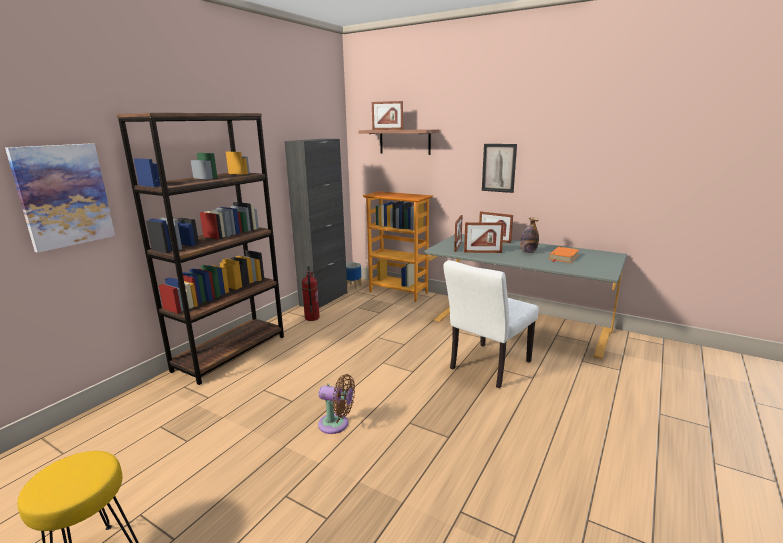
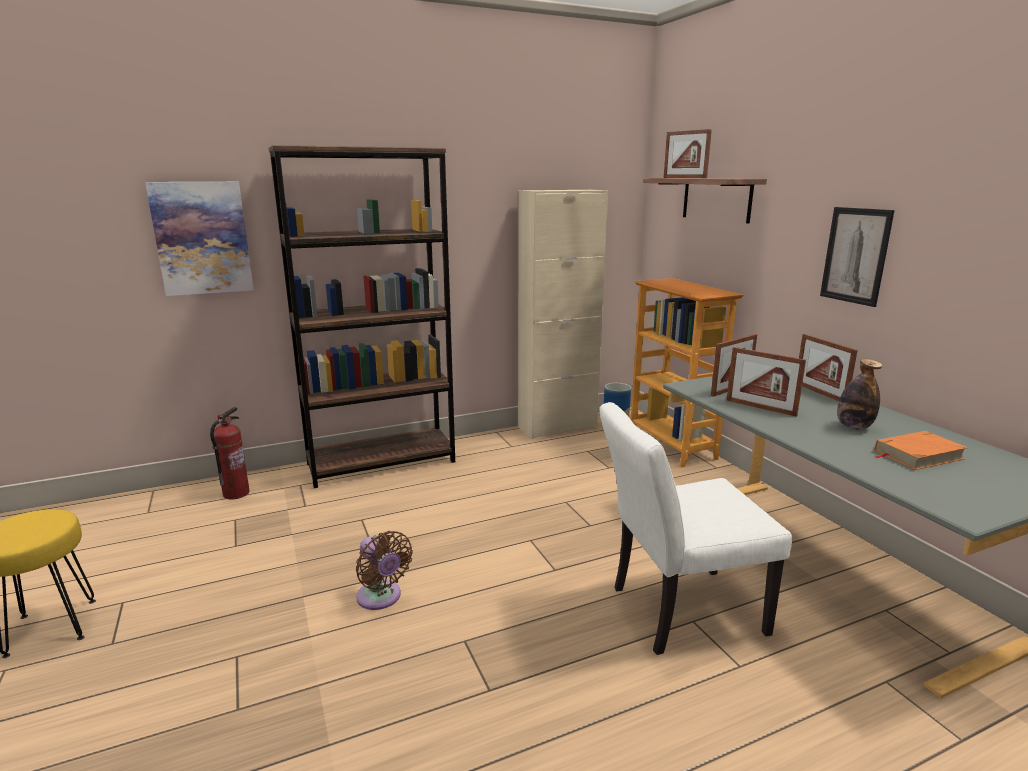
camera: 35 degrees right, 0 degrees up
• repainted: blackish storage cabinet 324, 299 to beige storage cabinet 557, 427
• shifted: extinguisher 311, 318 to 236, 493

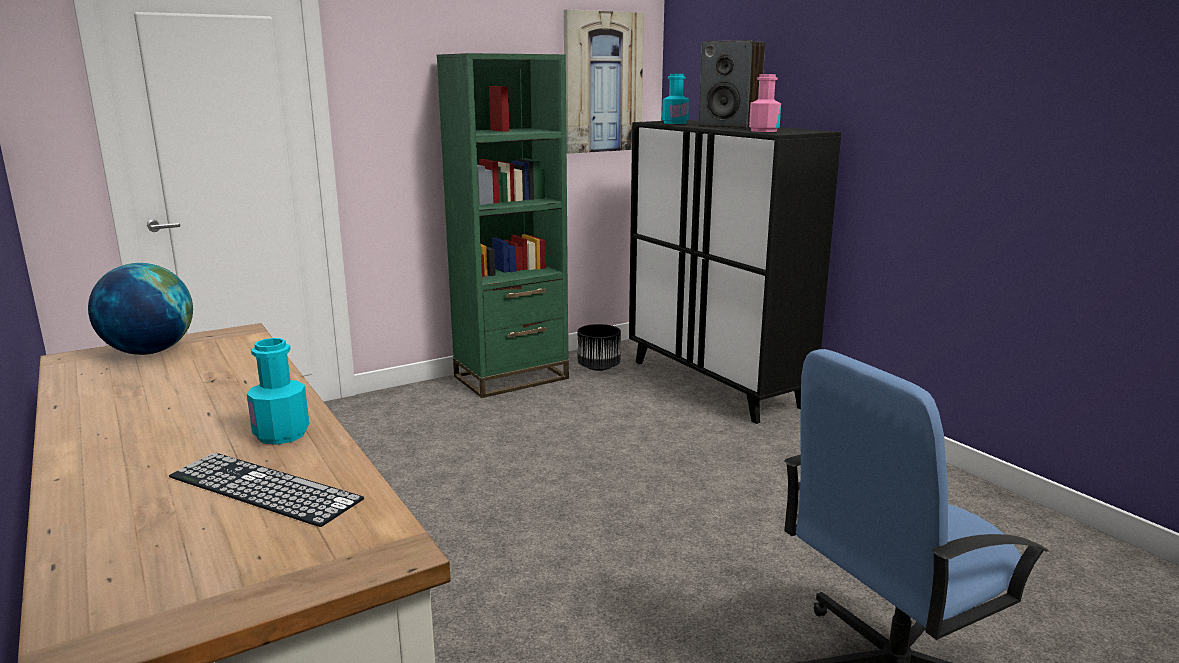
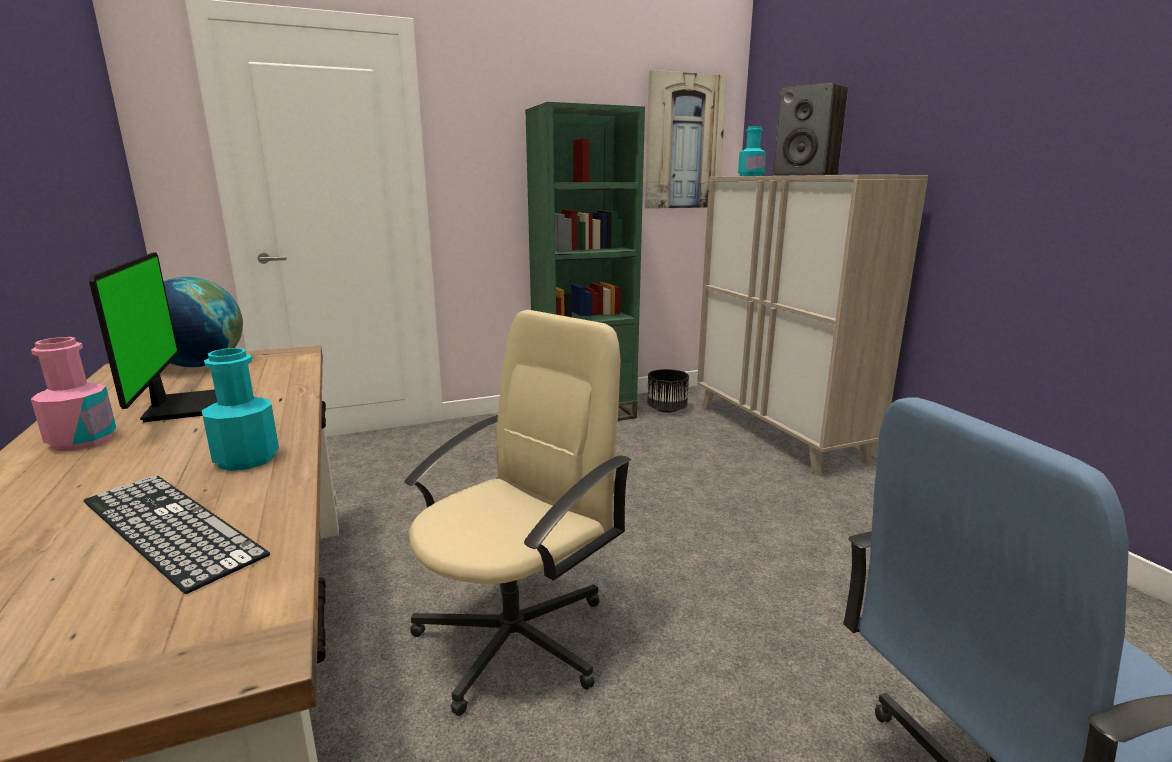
camera: 10 degrees right, 0 degrees up
• shifted: pink-coloured bottle 764, 131 to 82, 441
• repainted: blackish storage cabinet 715, 384 to beige storage cabinet 778, 432
• new: computer display 186, 406
• new: beige desk chair 516, 637

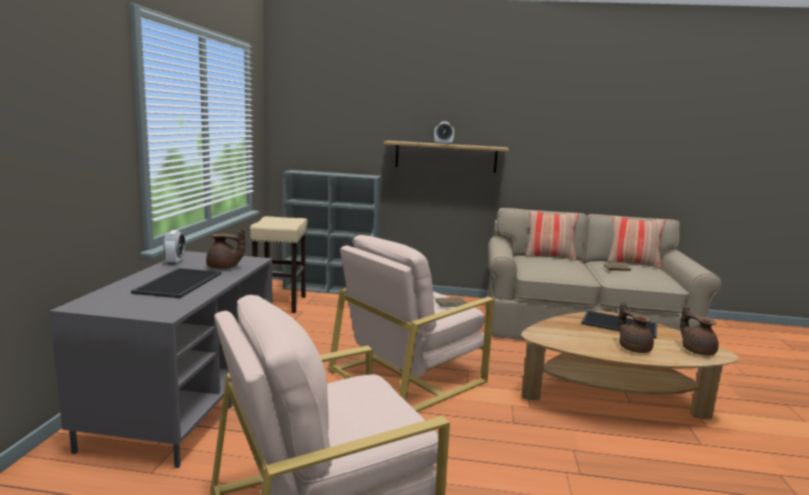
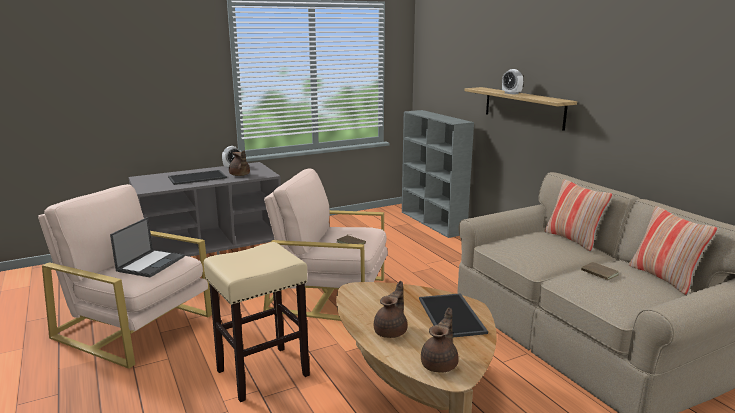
camera: 55 degrees right, 5 degrees up
• shifted: beige stool seat 280, 304 to 262, 373
• new: laptop 151, 263

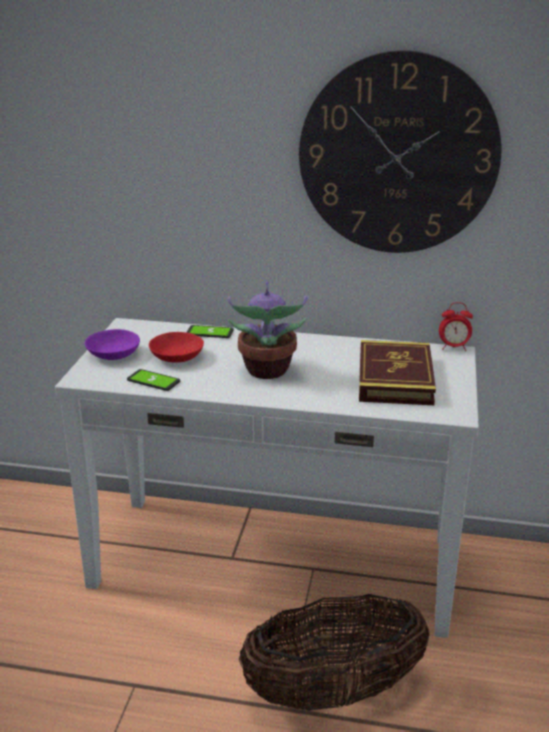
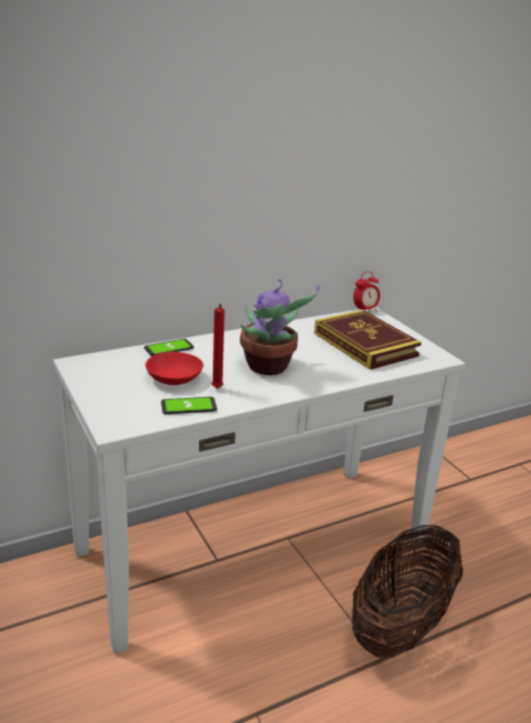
camera: 40 degrees left, 0 degrees up
• gone: hanging clock 398, 155
• gone: purple-coloured deep dish 112, 354
• new: red candle 217, 389

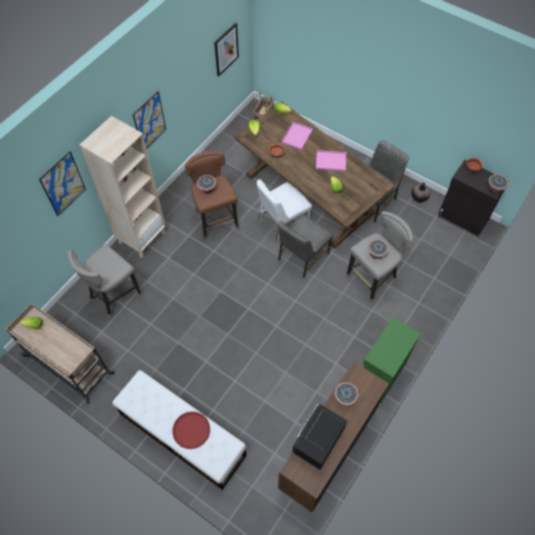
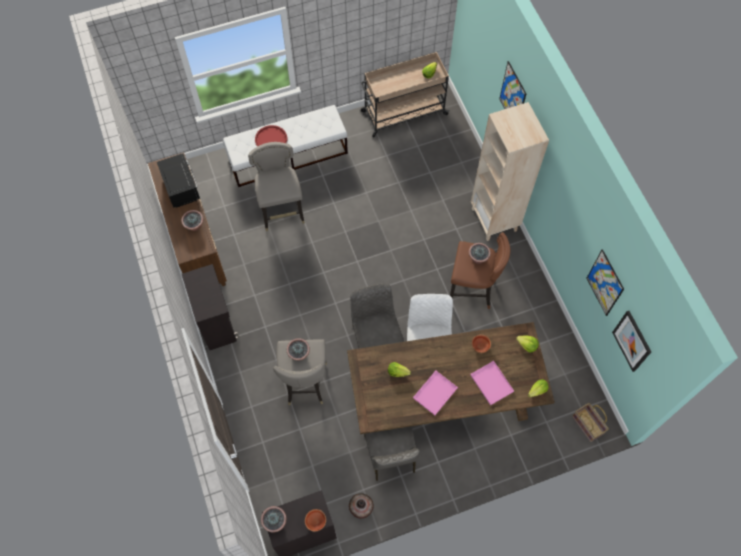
camera: 125 degrees right, 5 degrees up
• shifted: wall art 149, 122 to 605, 283
• shifted: grey stool seat 114, 297 to 282, 210
• repainted: green storage cabinet 380, 375 to blackish storage cabinet 217, 322

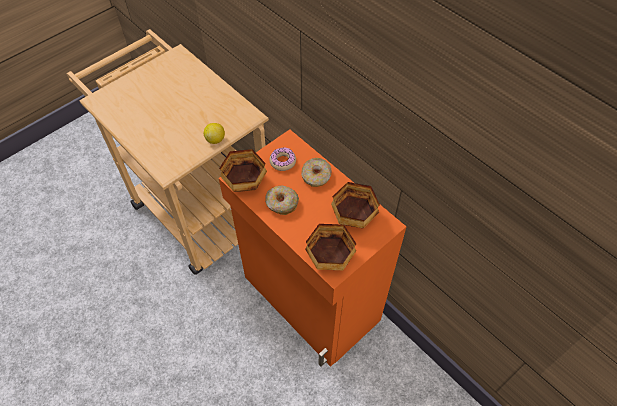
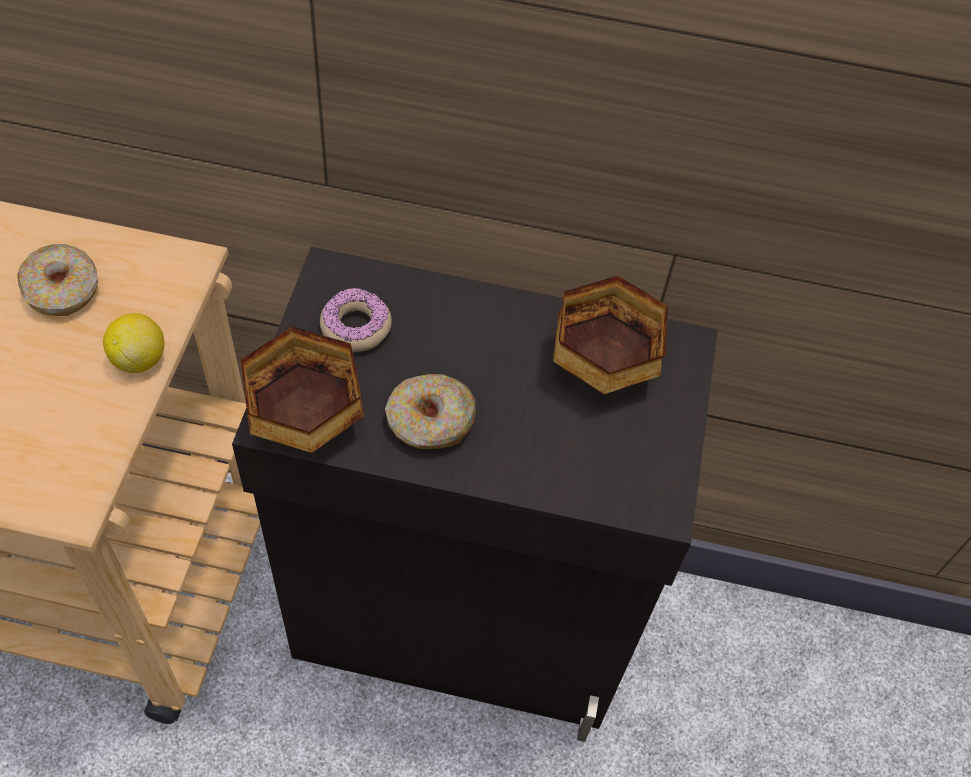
camera: 40 degrees left, 0 degrees up
• repainted: orange-coloured storage cabinet 310, 300 to blackish storage cabinet 464, 621
• shifted: doughnut 316, 176 to 63, 290
• gone: deep dish 329, 256

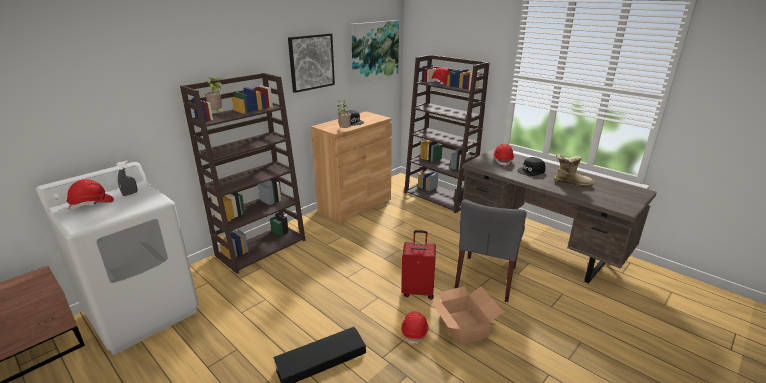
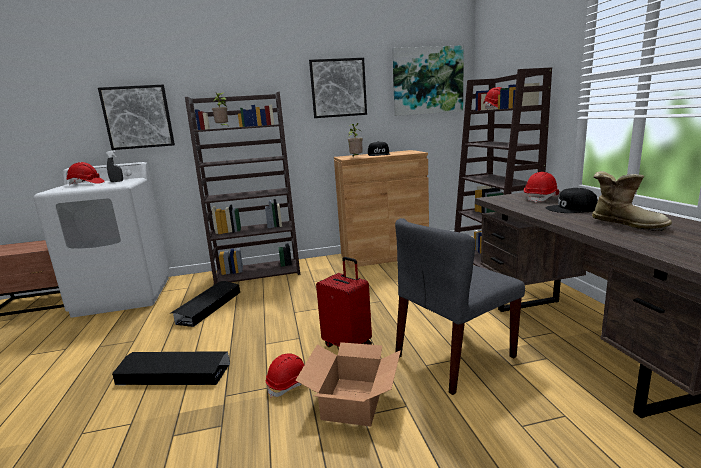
camera: 35 degrees right, 10 degrees down
• new: wall art 138, 117
• new: blackish storage container 208, 307

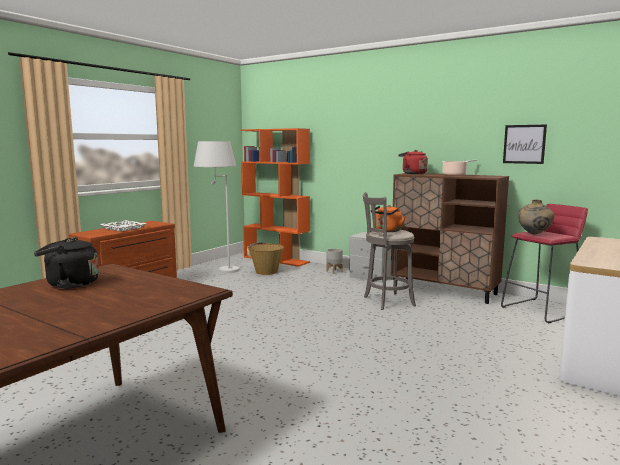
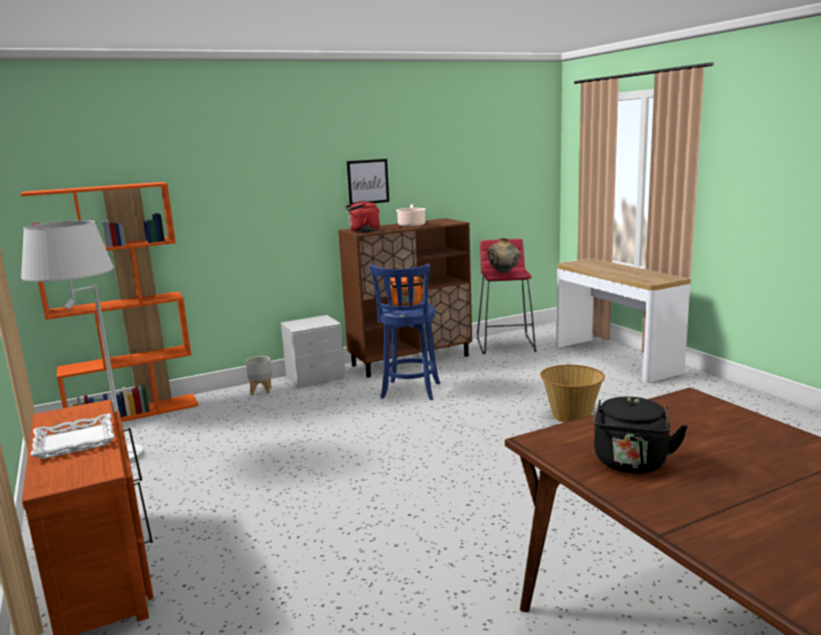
camera: 60 degrees left, 5 degrees up
• shifted: wall art 524, 144 to 368, 182
• repainted: grey stool seat 386, 301 to bluish stool seat 410, 392
• shifted: storage basket 266, 272 to 571, 416

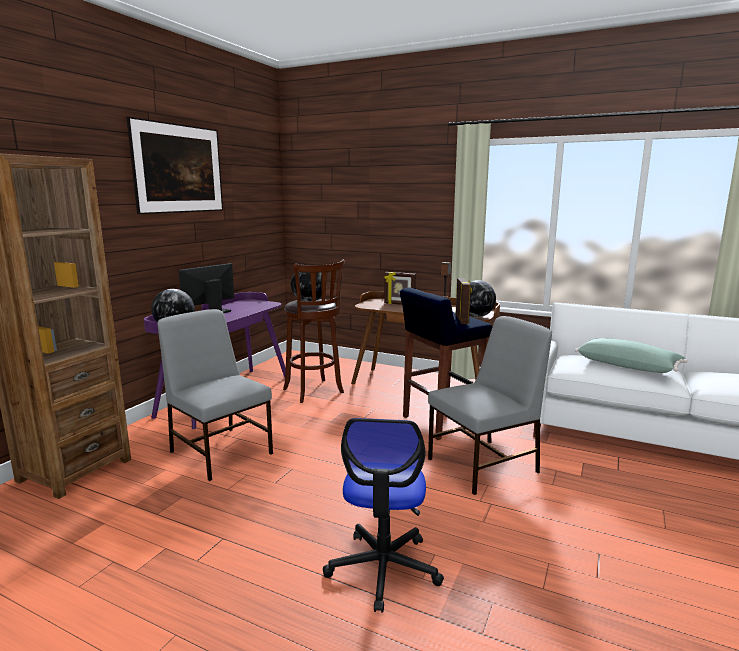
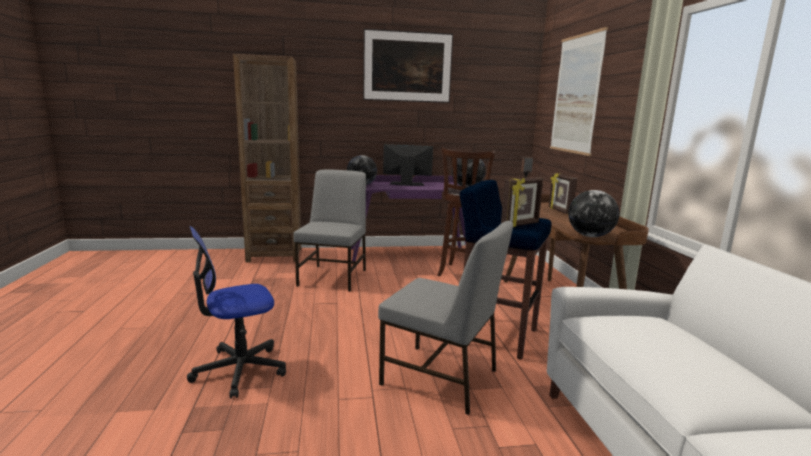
camera: 55 degrees right, 0 degrees up
• gone: green pillow 627, 366
• new: wall art 576, 94

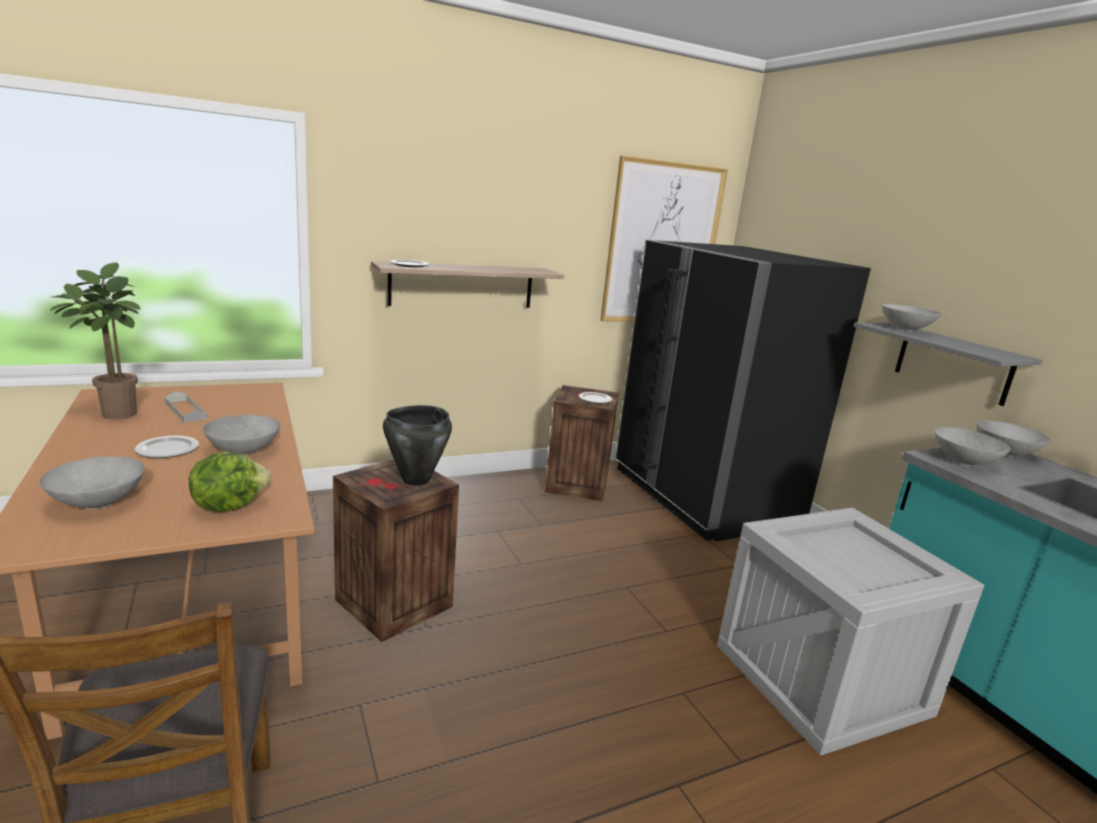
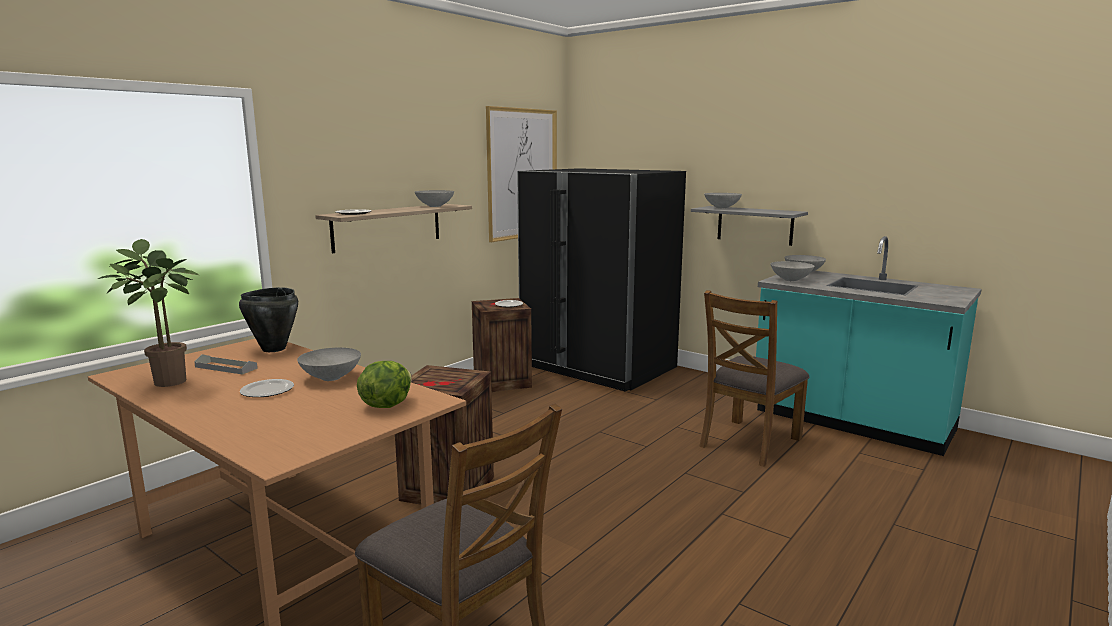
camera: 25 degrees left, 5 degrees down
• shifted: blackish saucepot 415, 480 to 273, 349
• shifted: grey deep dish 97, 503 to 435, 206
• swapped: crate 817, 678 to brownish plain chair 749, 442

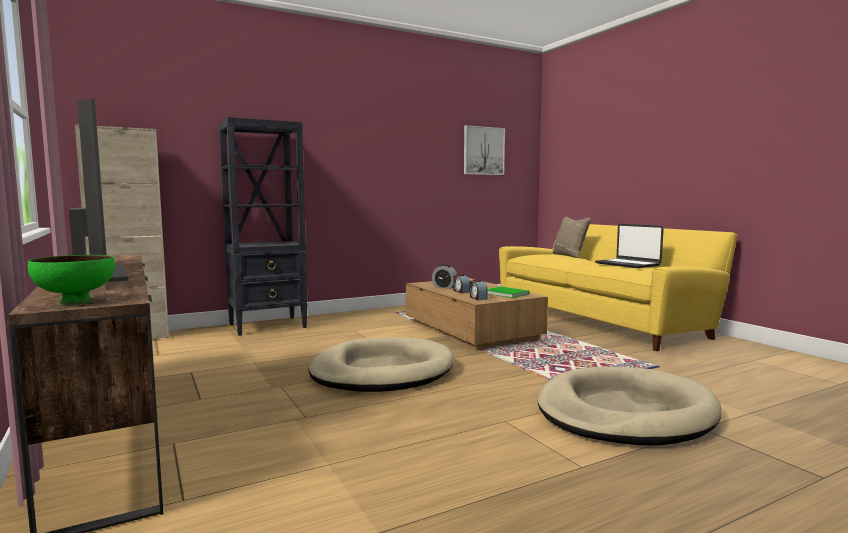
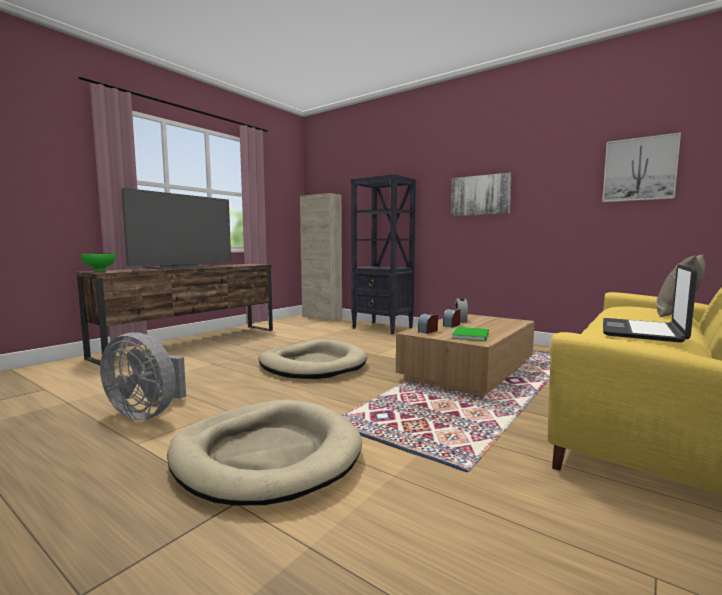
camera: 65 degrees right, 0 degrees up
• new: wall art 480, 195
• new: grey cooling fan 147, 413

